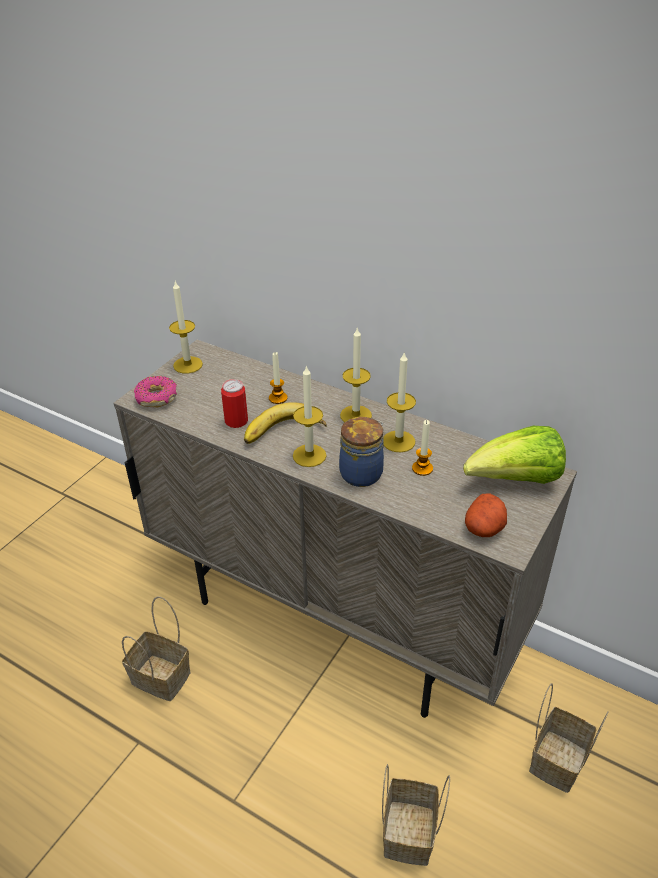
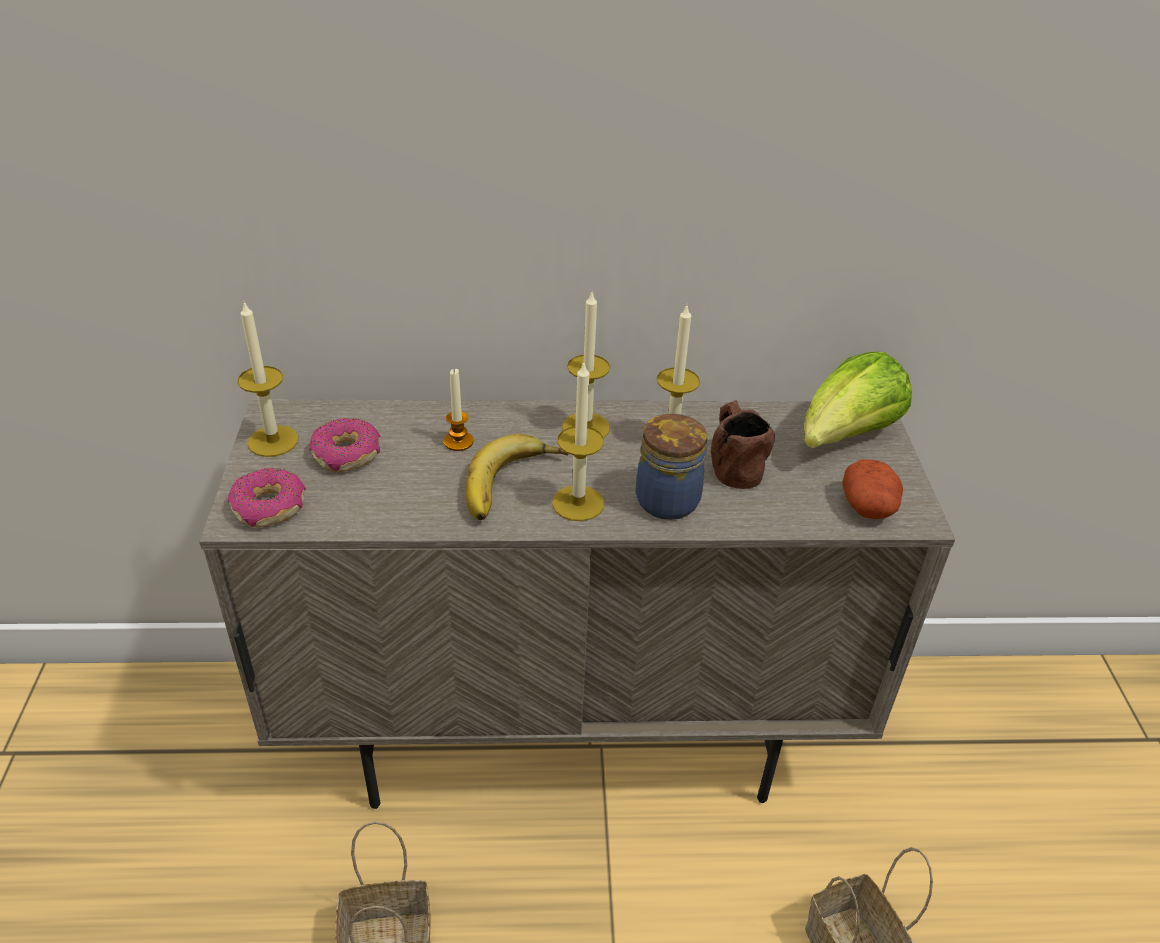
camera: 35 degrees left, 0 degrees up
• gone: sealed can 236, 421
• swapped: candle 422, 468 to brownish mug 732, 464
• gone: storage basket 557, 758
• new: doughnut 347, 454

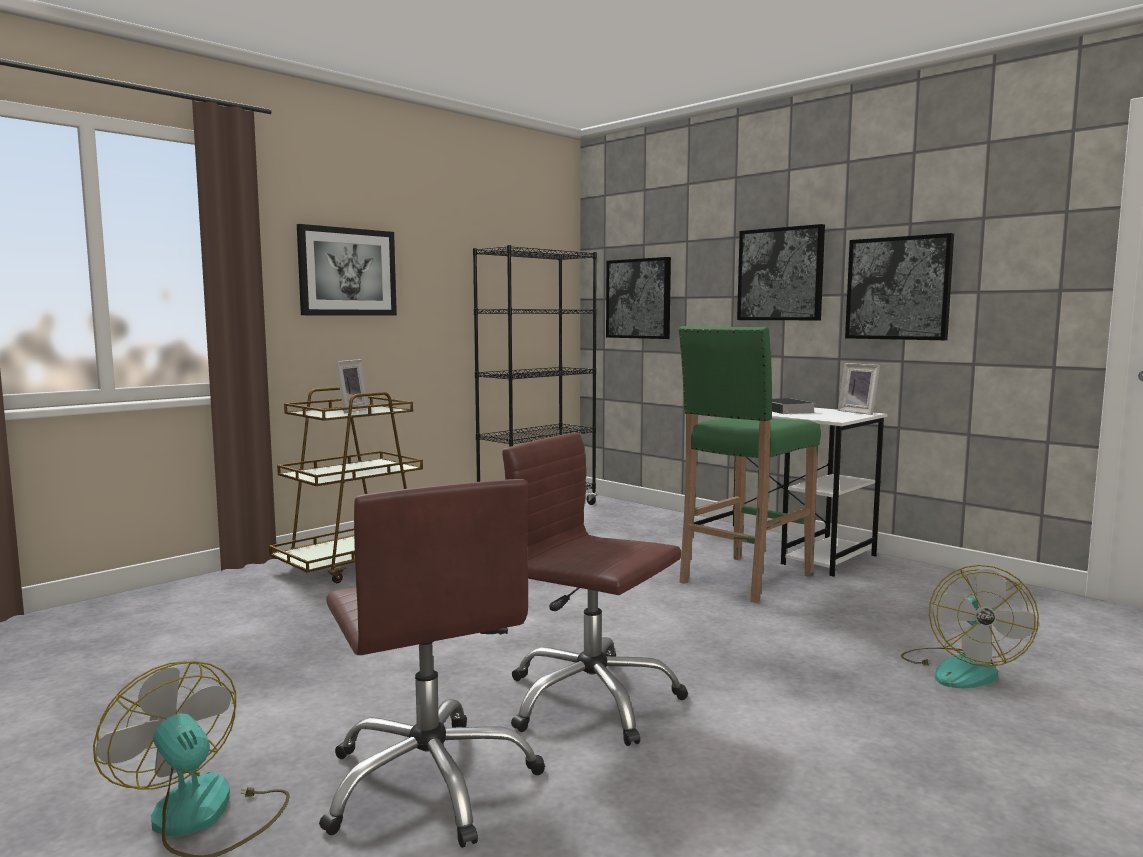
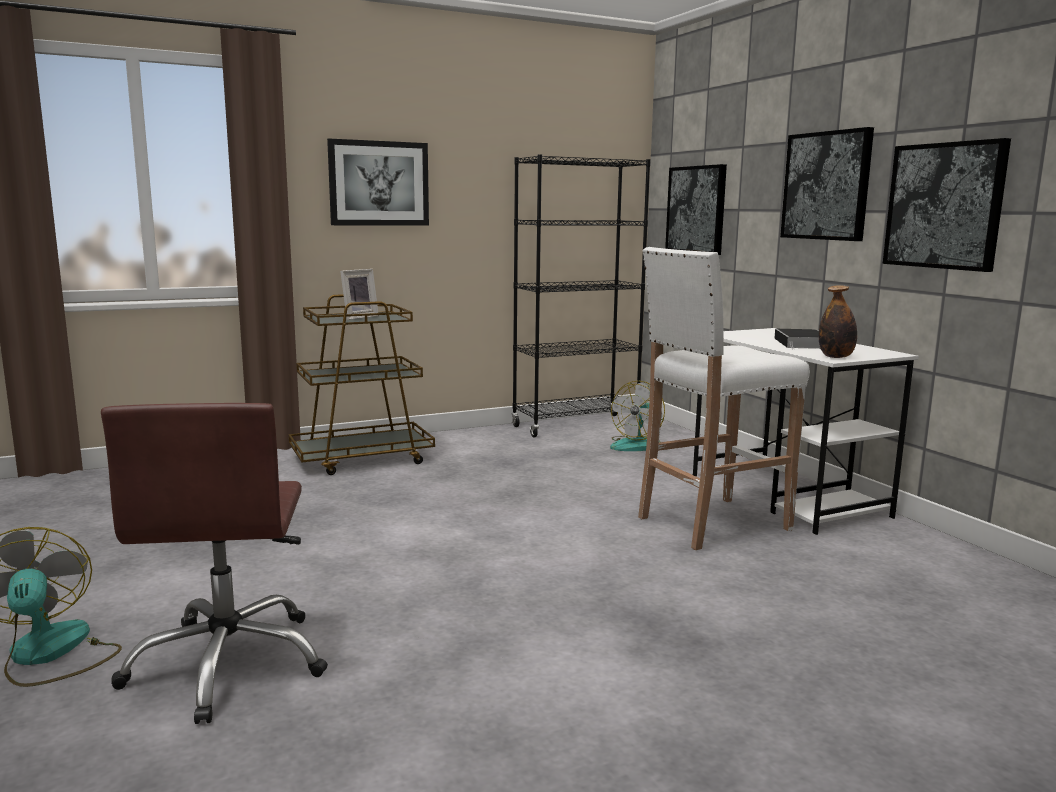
camera: 20 degrees right, 5 degrees up
• repainted: green stool seat 744, 579 to white stool seat 710, 524
• gone: picture frame 859, 412
• gone: brownish desk chair 591, 700
• shifted: cooling fan 961, 669 to 636, 445
• new: bottle 836, 357

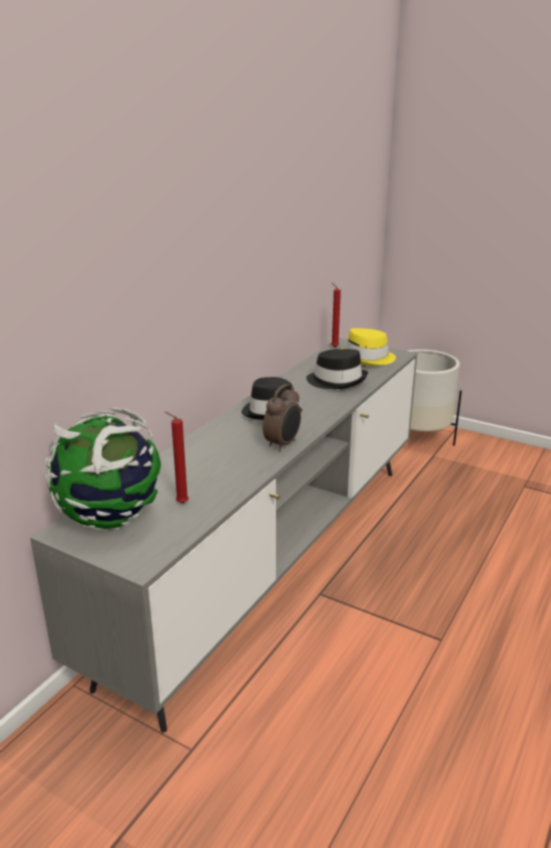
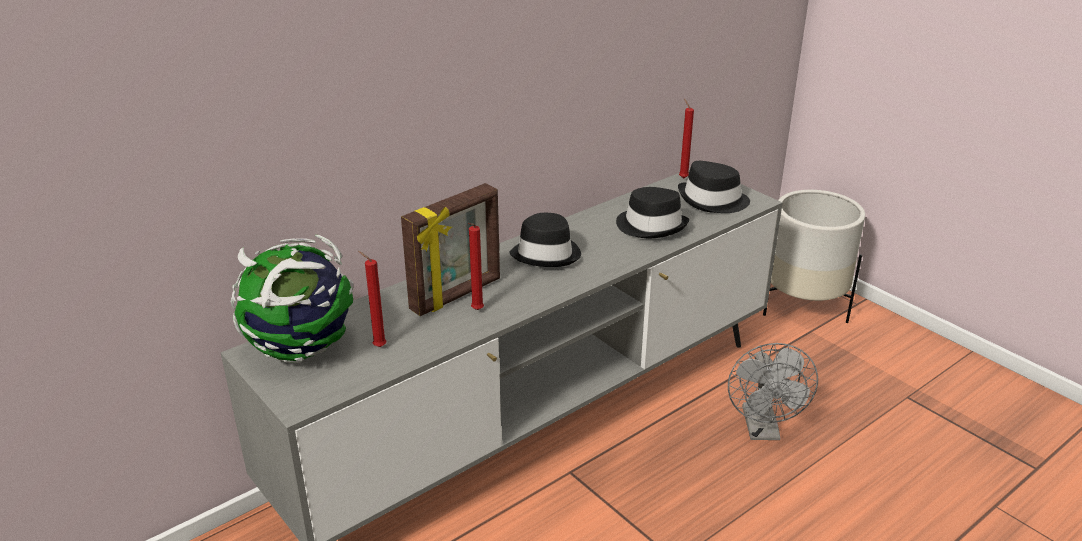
camera: 20 degrees right, 5 degrees up
• repainted: yellow wearable hat 368, 358 to blackish wearable hat 713, 201
• gone: bedside clock 283, 444
• new: picture frame 456, 295
• new: red candle 476, 311
• new: grey cooling fan 763, 430

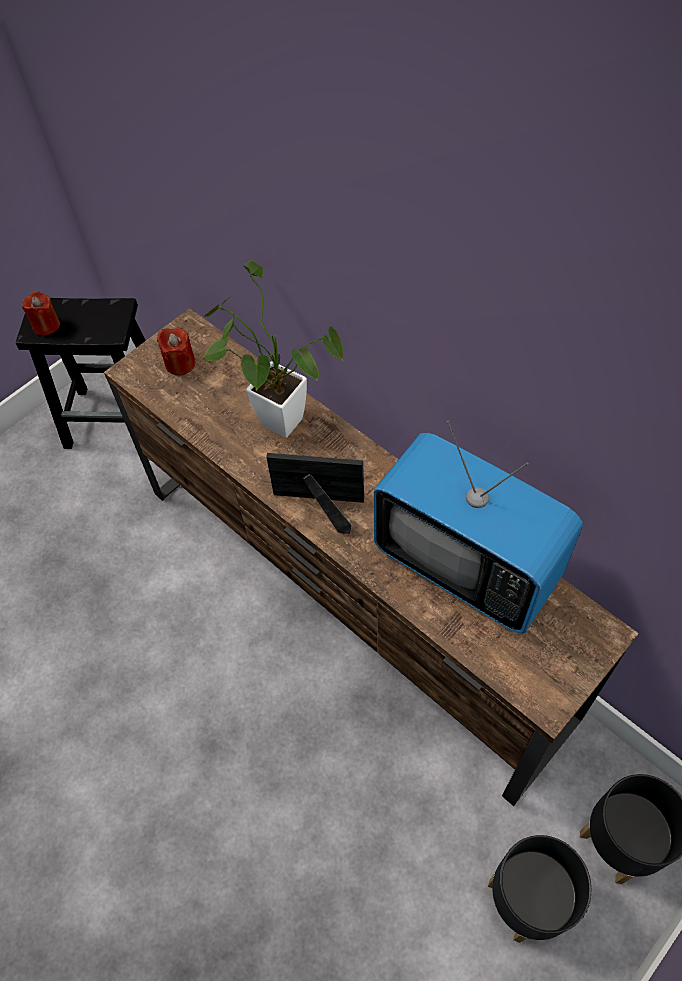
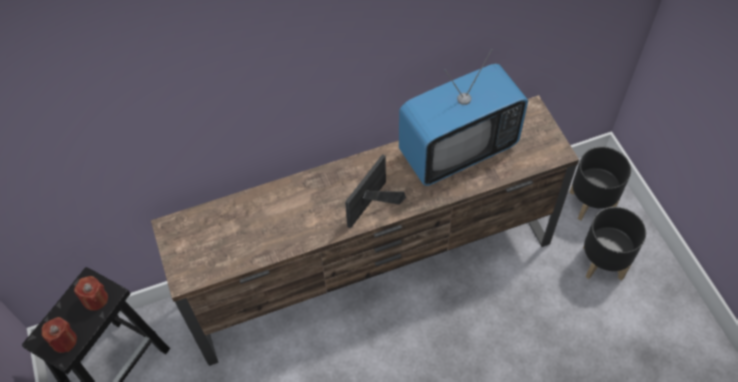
camera: 65 degrees left, 0 degrees up
• gone: houseplant 275, 418
• shifted: red candle 180, 363 to 95, 299

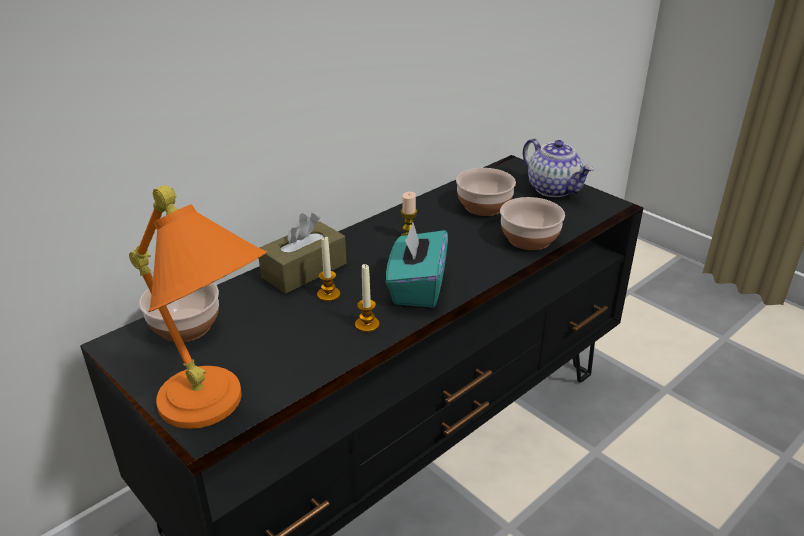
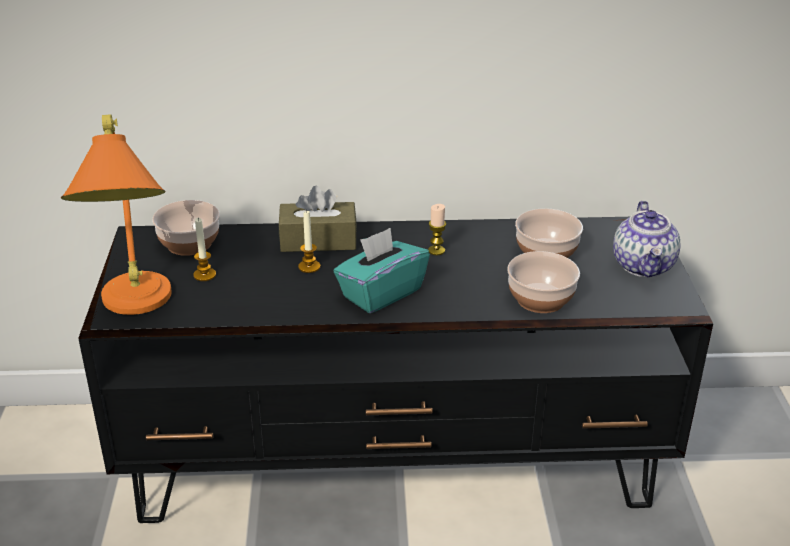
camera: 40 degrees right, 0 degrees up
• shifted: candle 367, 324 to 204, 275

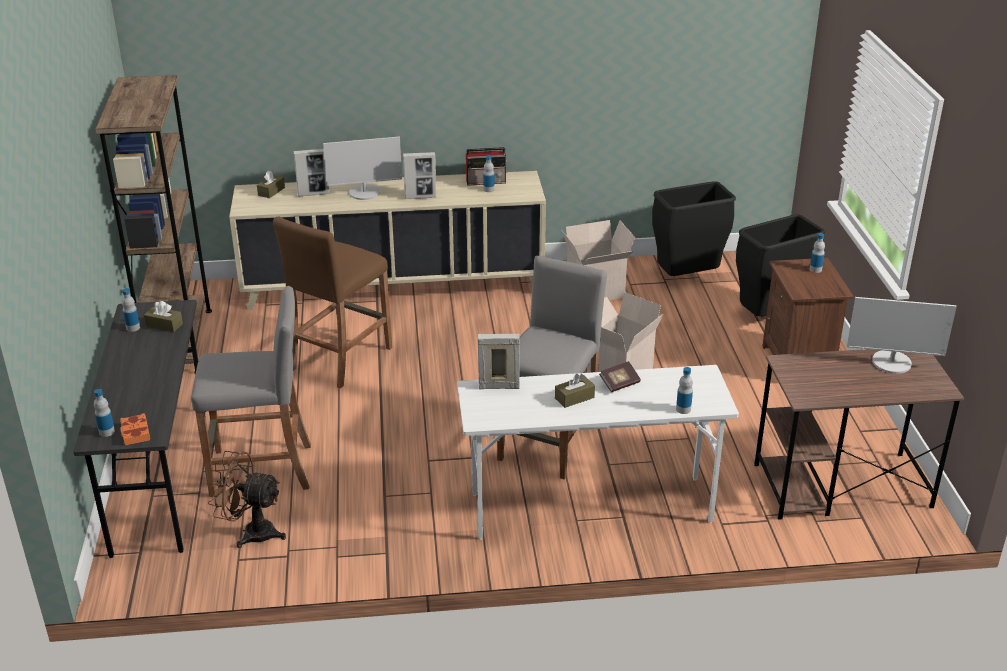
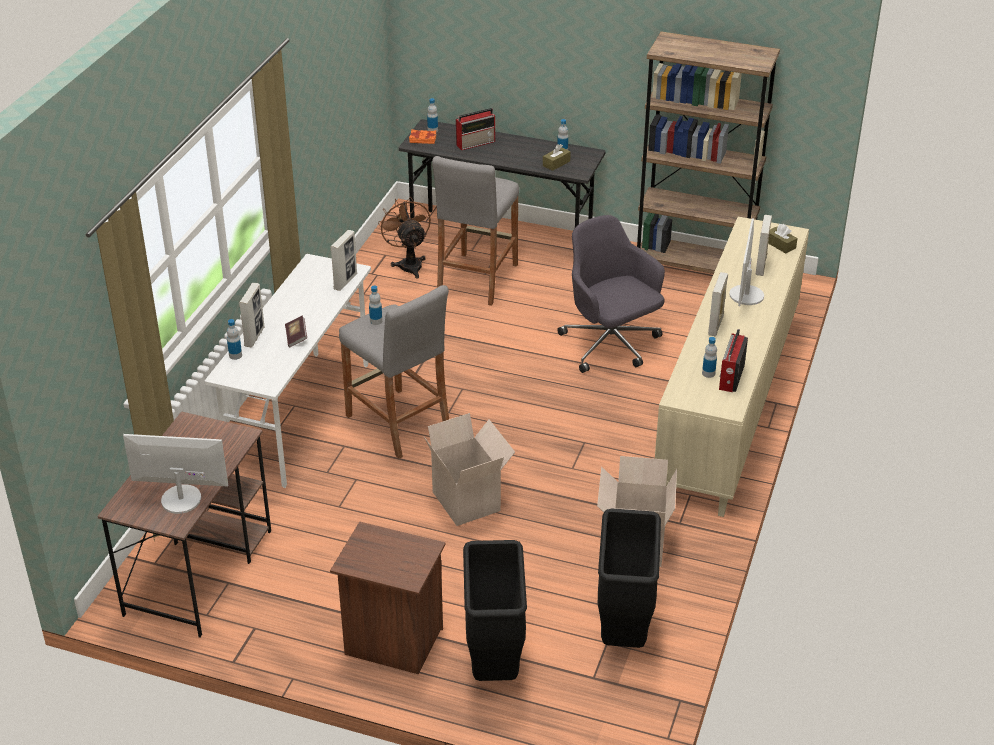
camera: 115 degrees right, 5 degrees up
• swapped: brownish stool seat 341, 358 to grey desk chair 611, 345
• shifted: bottle 815, 269 to 376, 321
• rotated: computer display 892, 363 = 181, 499 60 degrees clockwise
• gone: brownish box of tissues 574, 398
• rotated: brownish cooling fan 251, 532 = 409, 264 60 degrees counterclockwise
• new: radio receiver 476, 143
• new: picture frame 254, 336

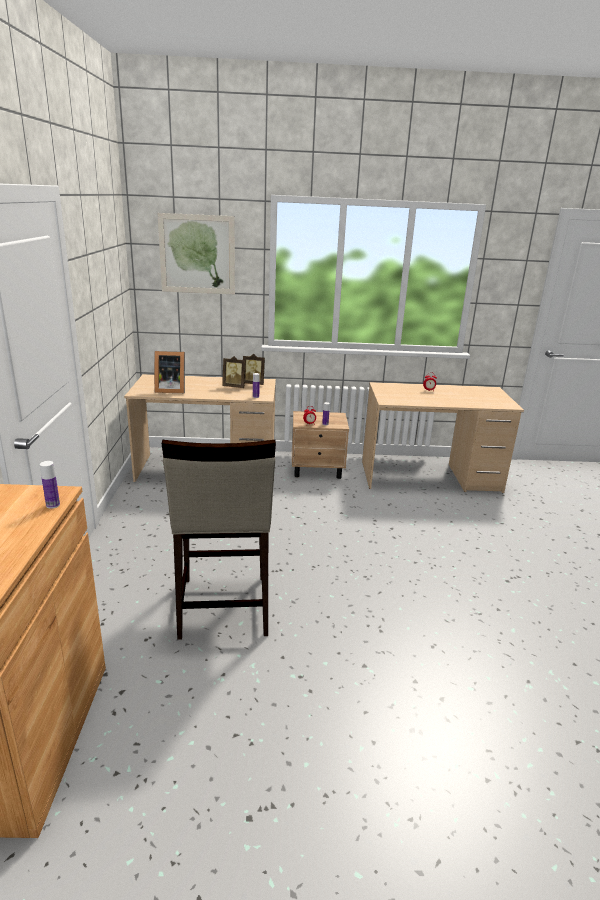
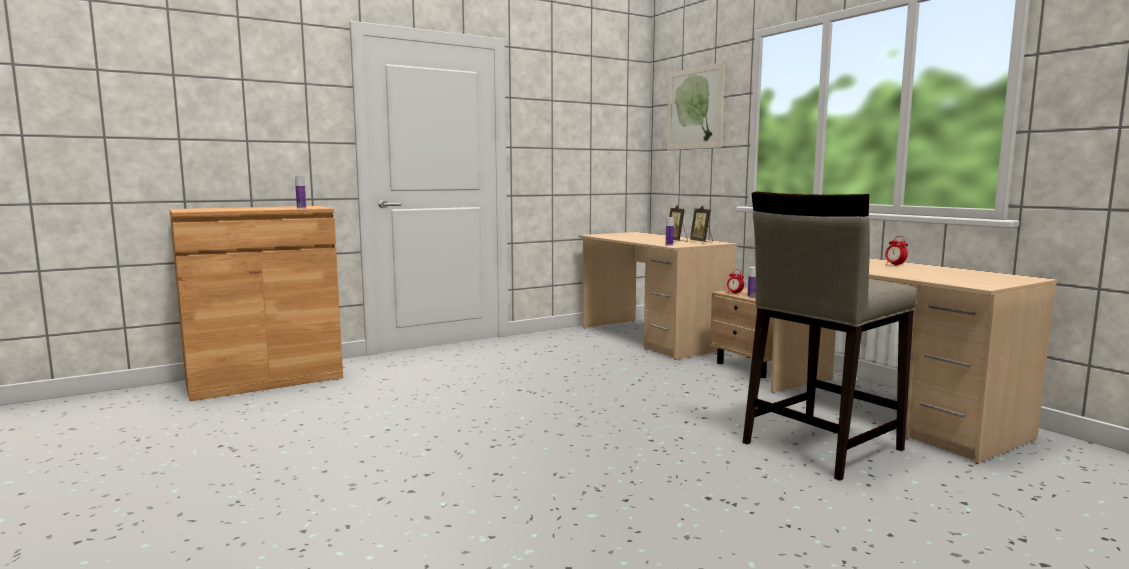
camera: 60 degrees right, 15 degrees down
• gone: picture frame 170, 390
• shifted: beige stool seat 223, 607 to 820, 446

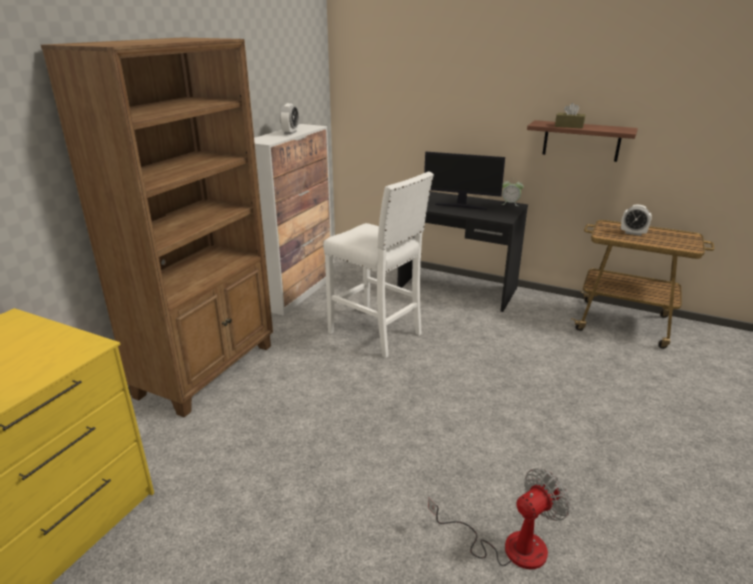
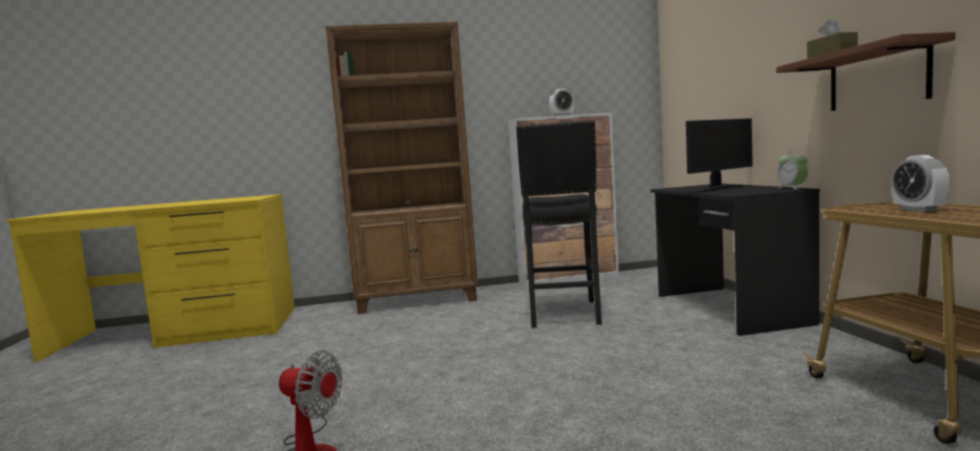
camera: 55 degrees right, 20 degrees down
• rotated: computer display 461, 206 = 719, 189 105 degrees counterclockwise
• repainted: white stool seat 376, 333 to blackish stool seat 563, 314

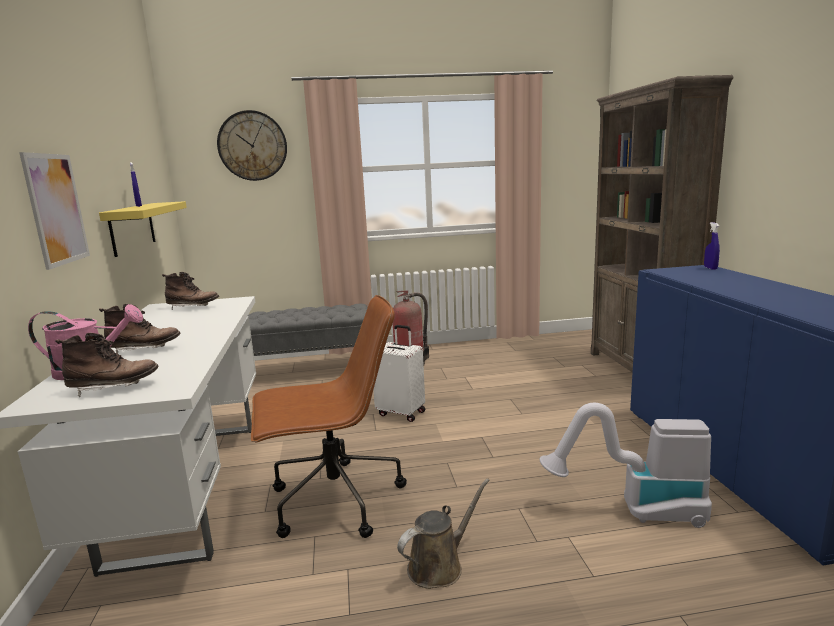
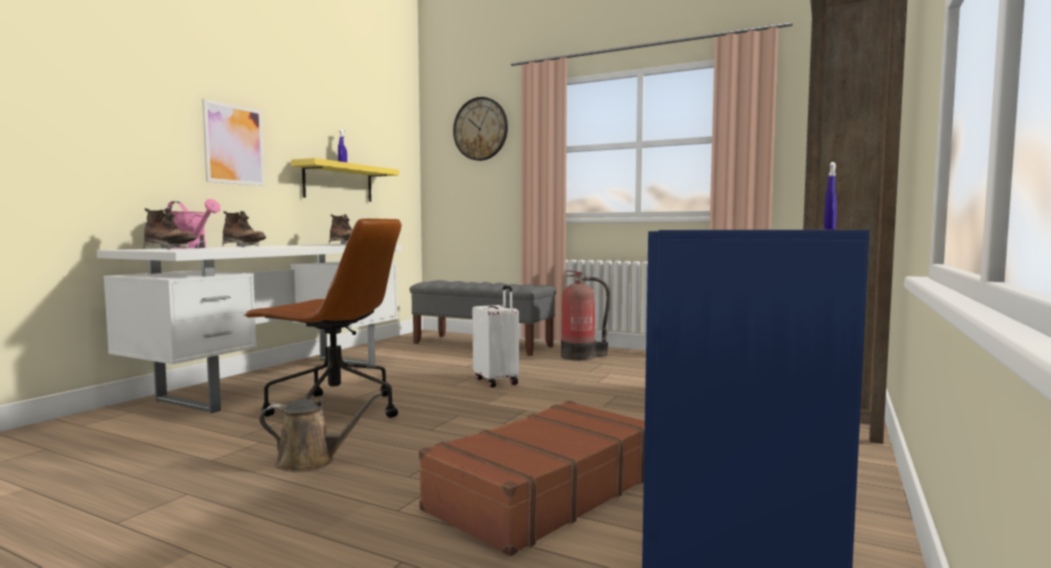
camera: 35 degrees right, 10 degrees down
• swapped: vacuum 635, 510 to brownish travel case 543, 492

